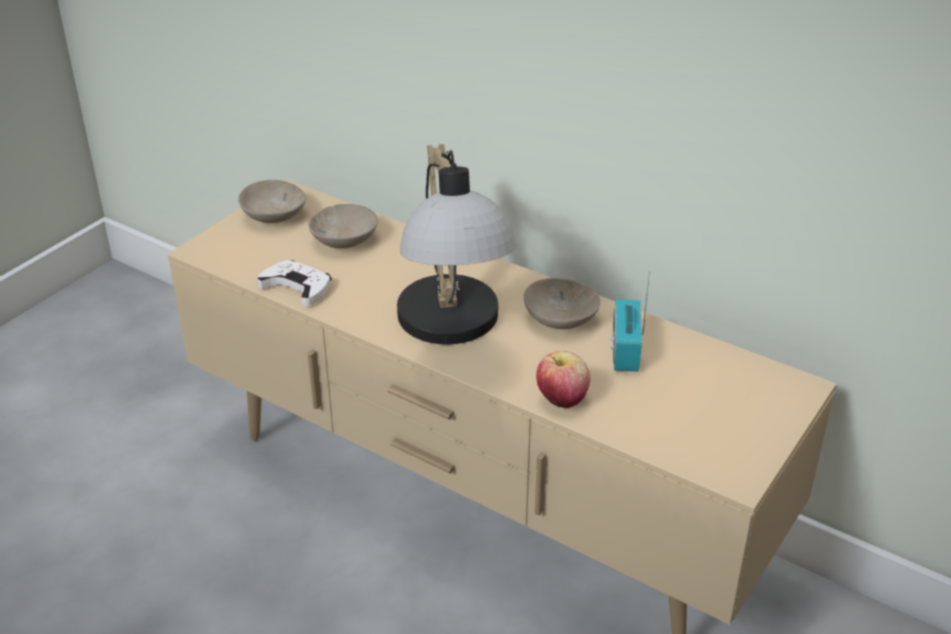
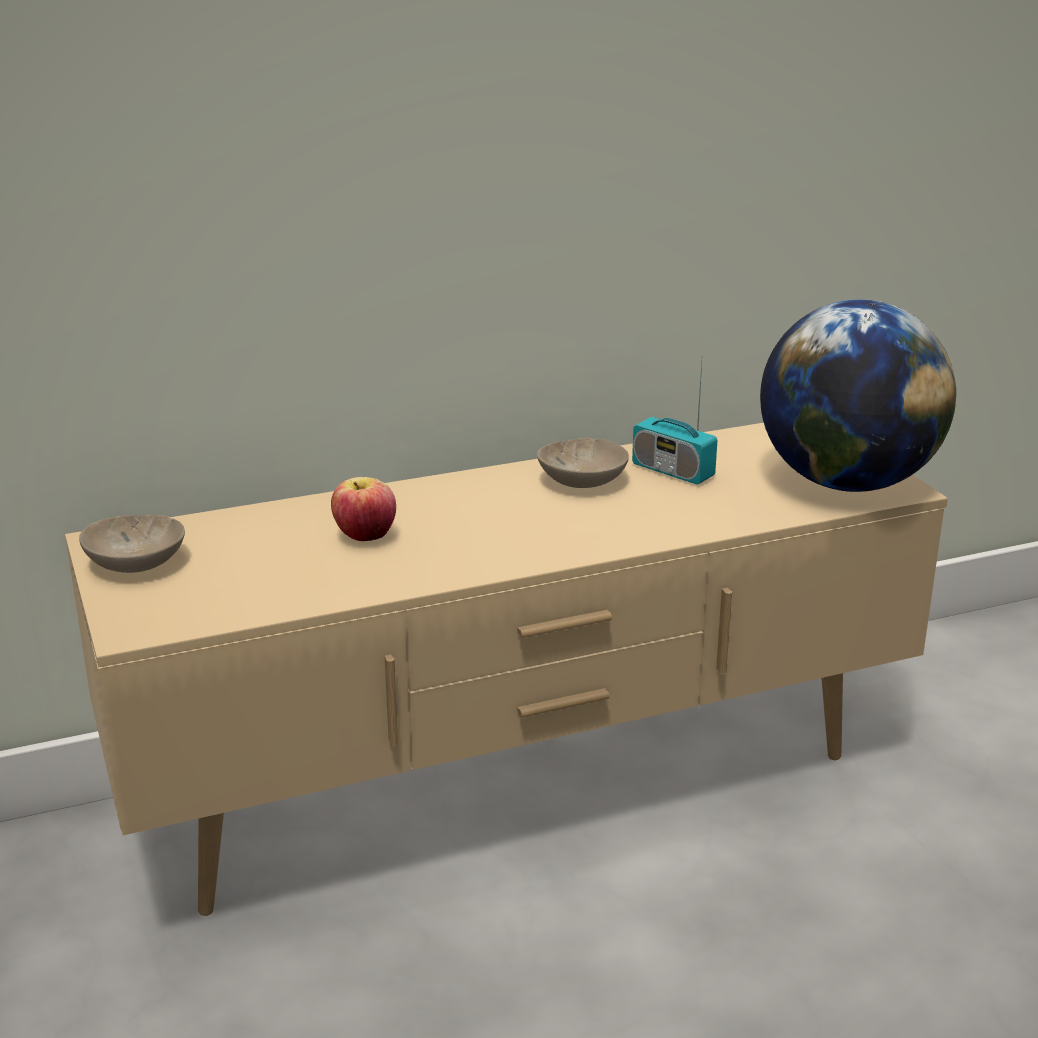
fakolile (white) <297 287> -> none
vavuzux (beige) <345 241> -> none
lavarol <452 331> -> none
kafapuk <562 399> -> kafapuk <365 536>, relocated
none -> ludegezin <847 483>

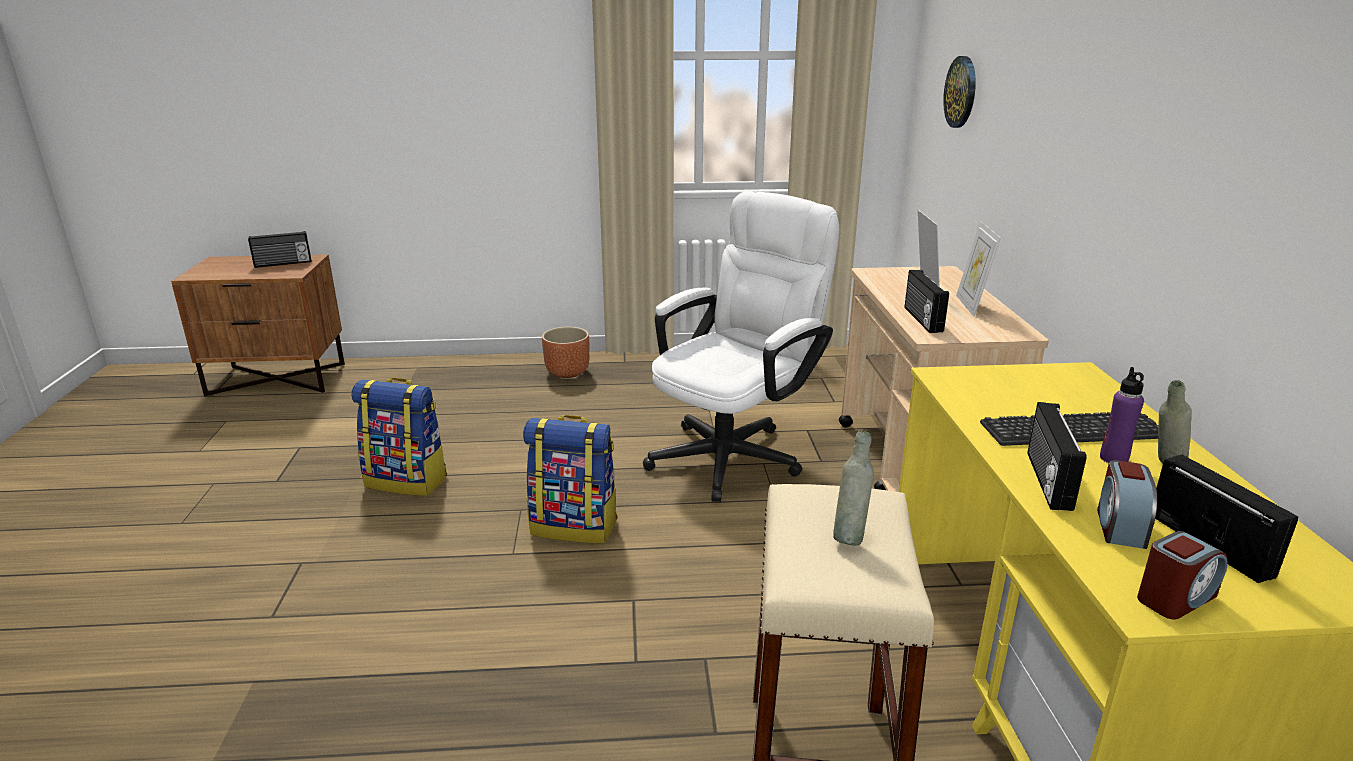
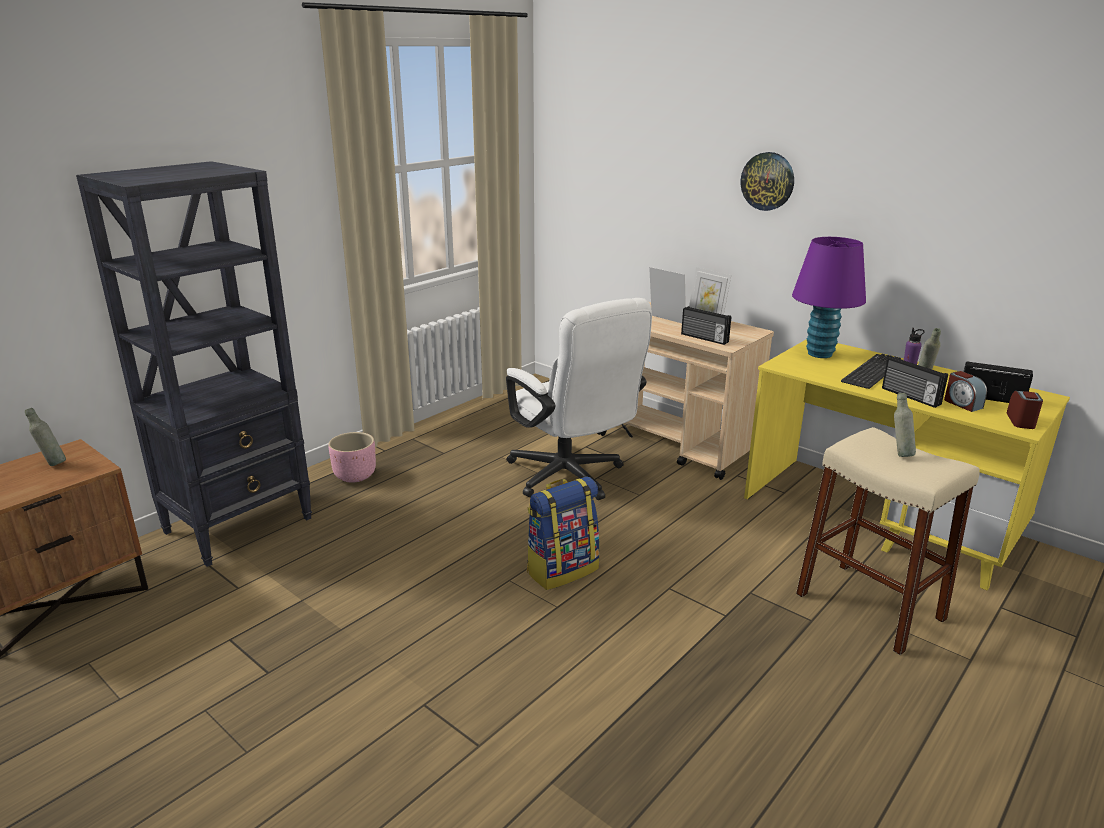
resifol <283 263> -> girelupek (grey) <52 464>
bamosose <407 481> -> none
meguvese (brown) <568 372> -> meguvese (pink) <355 476>
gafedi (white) <735 453> -> gafedi (white) <571 479>, 150 degrees clockwise
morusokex <961 92> -> morusokex <767 181>, relocated
none -> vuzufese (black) <240 525>
none -> lavarol (purple) <820 354>

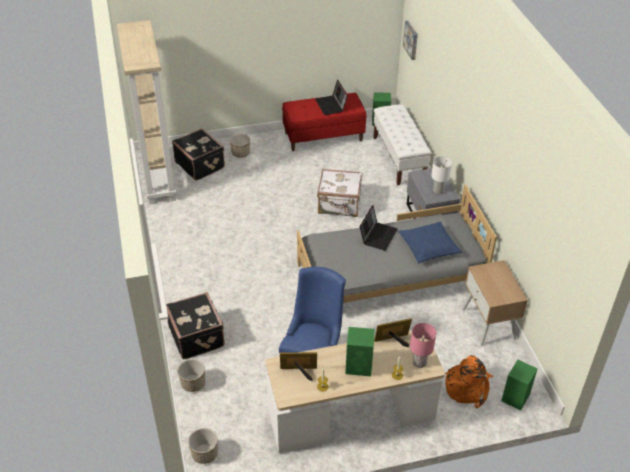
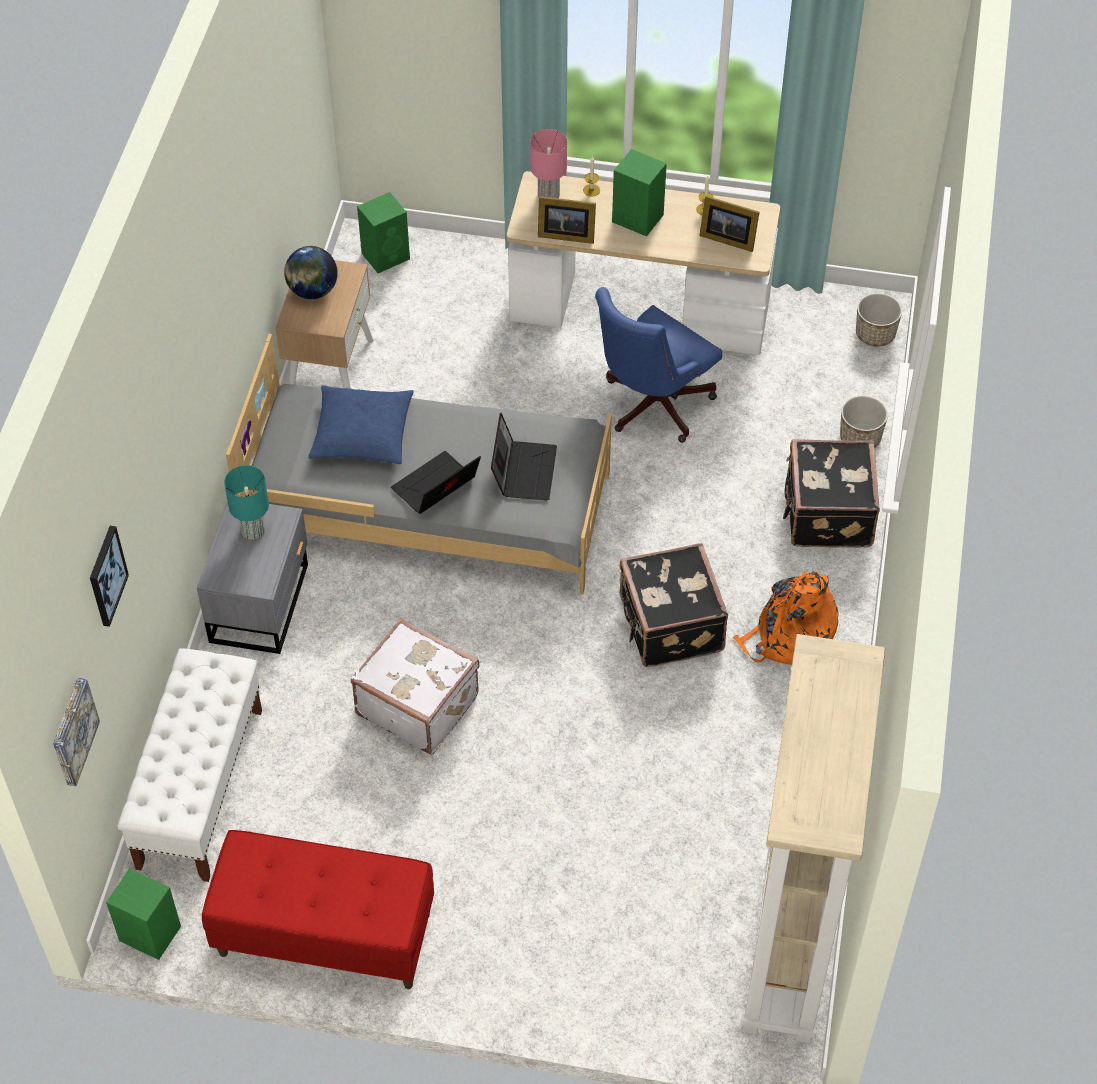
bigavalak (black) <200 165> -> bigavalak (black) <669 625>, relocated
meguvese <241 153> -> none
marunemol <331 105> -> marunemol <523 470>, relocated
lavarol (white) <438 191> -> lavarol (turquoise) <254 530>
bamosose (orange) <467 387> -> bamosose (orange) <789 636>, relocated
none -> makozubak <106 575>
none -> ludegezin <313 291>

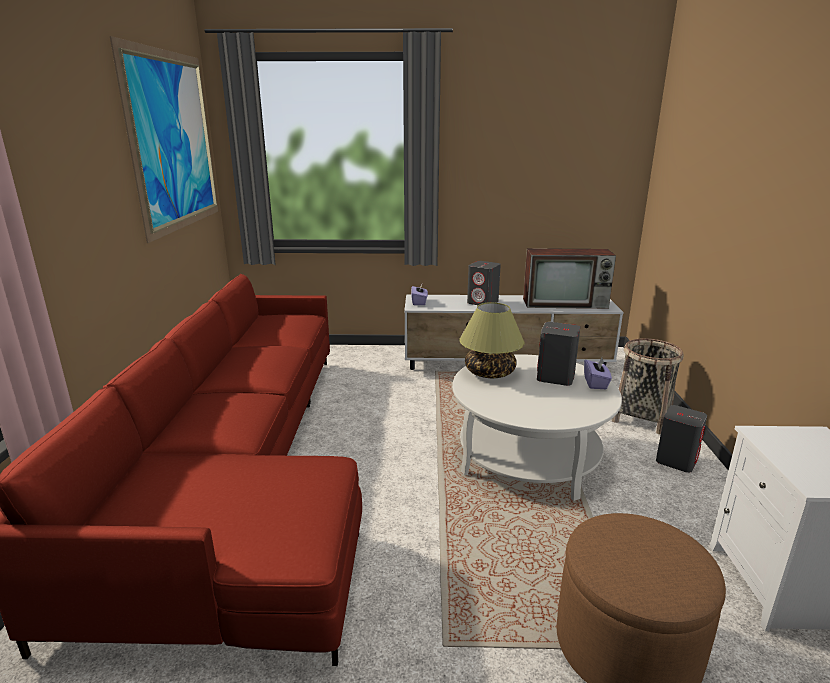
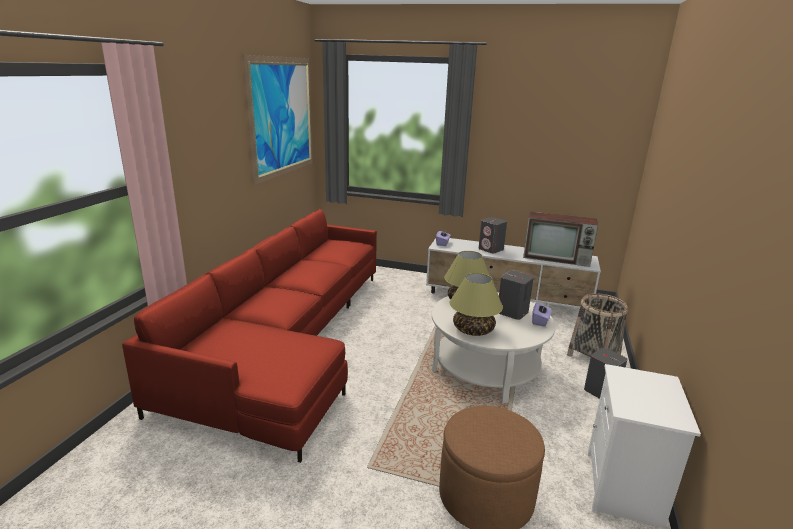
none -> lavarol <473 330>

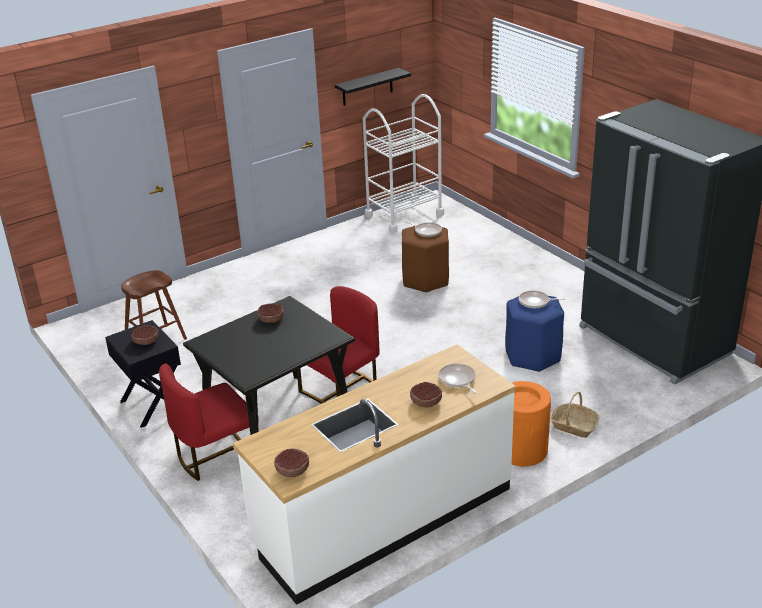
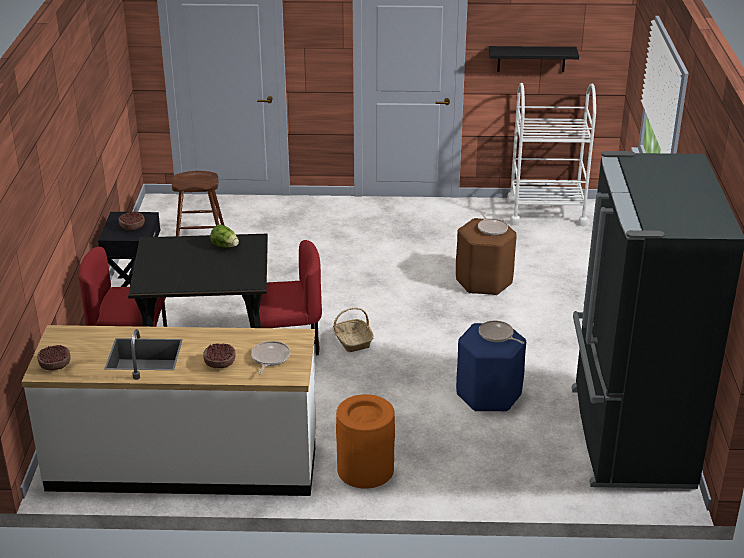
vavuzux <271 319> -> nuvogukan <225 246>
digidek <573 426> -> digidek <352 340>, relocated

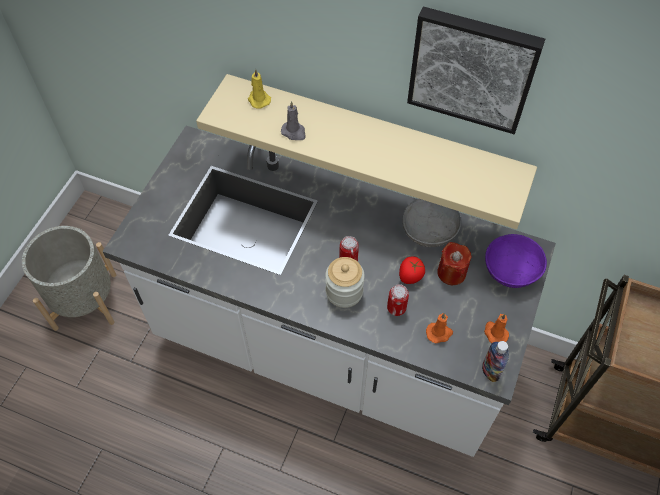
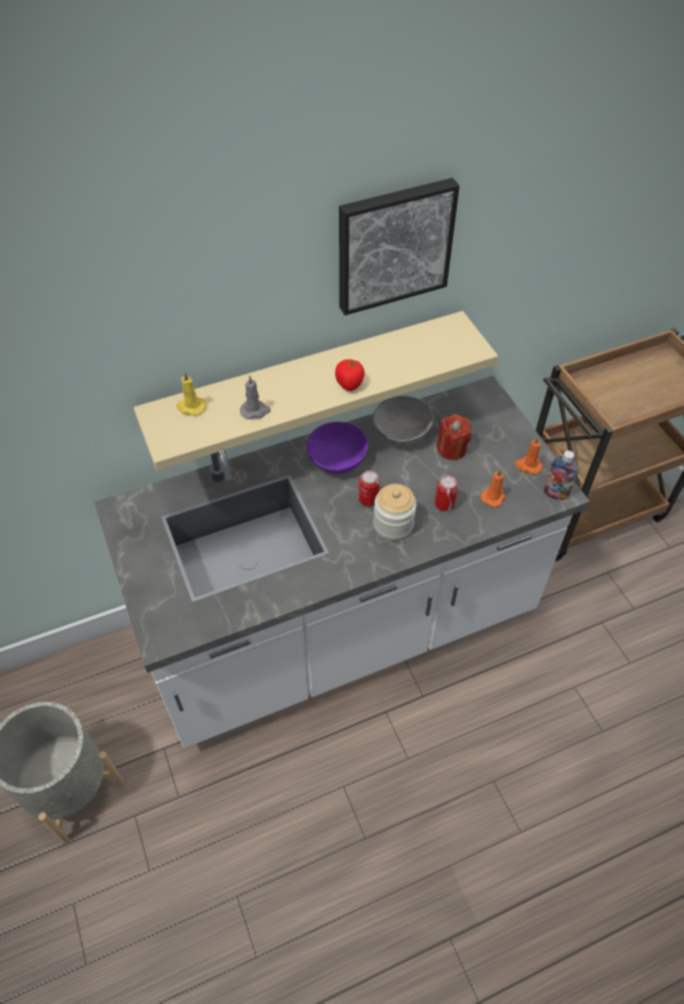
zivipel <410 276> -> zivipel <349 384>, relocated
vavuzux (purple) <512 270> -> vavuzux (purple) <338 458>, relocated

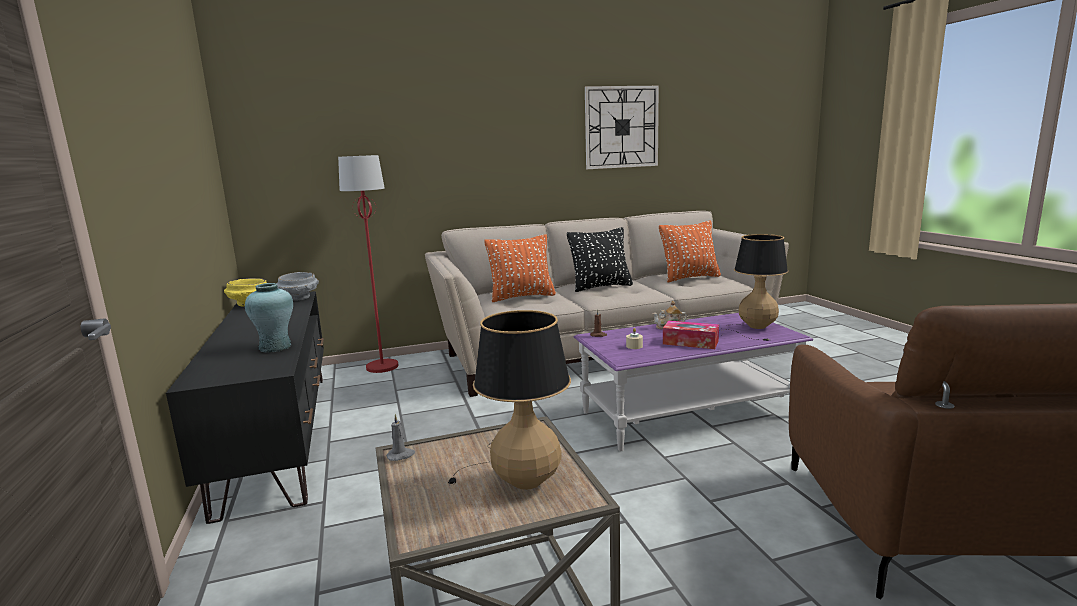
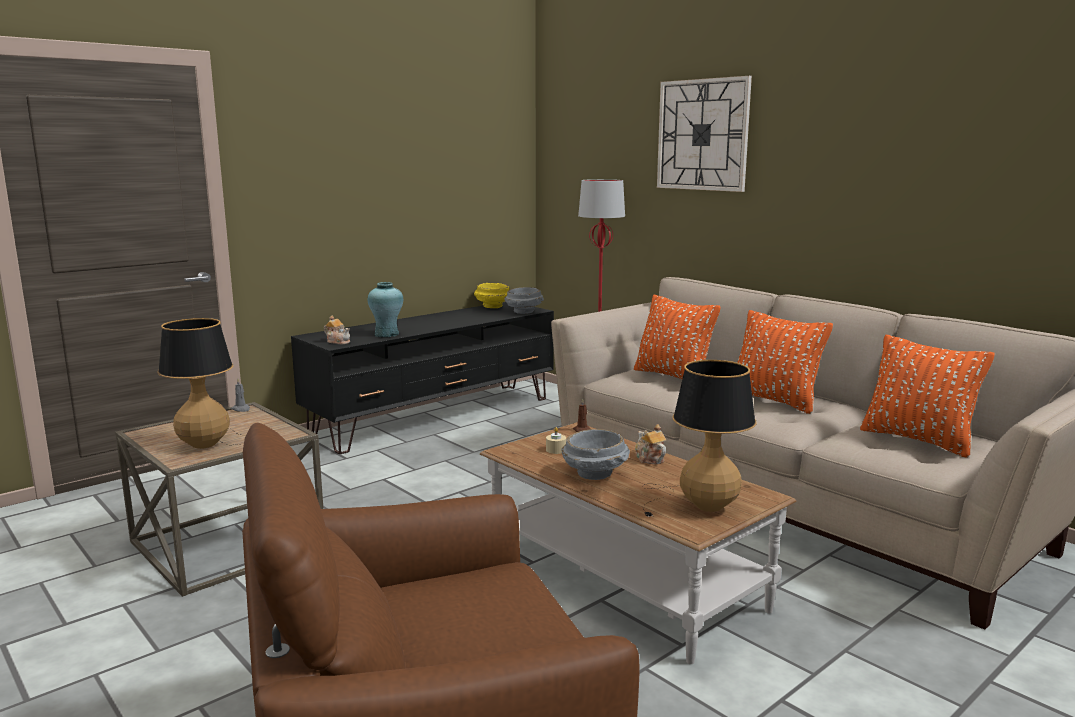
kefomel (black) <600 287> -> kefomel (orange) <774 401>
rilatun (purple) <687 414> -> rilatun (brown) <624 580>
morusokex <621 127> -> morusokex <702 135>, relocated
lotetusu <690 342> -> vavuzux (grey) <595 474>
none -> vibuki <338 341>

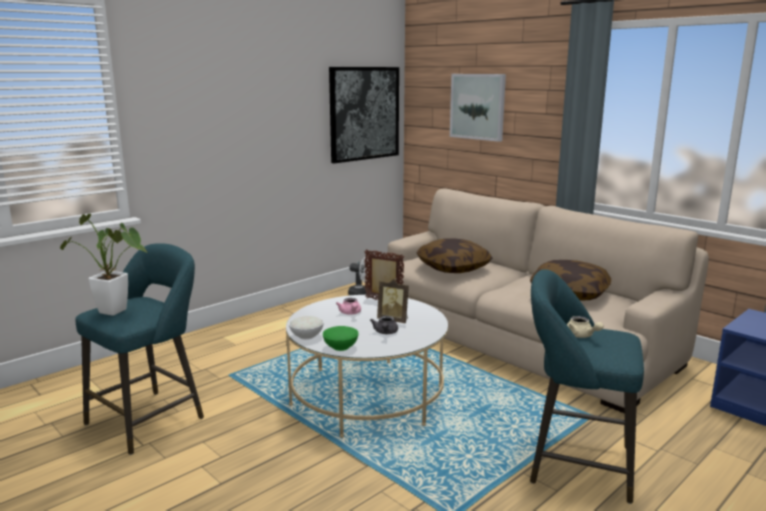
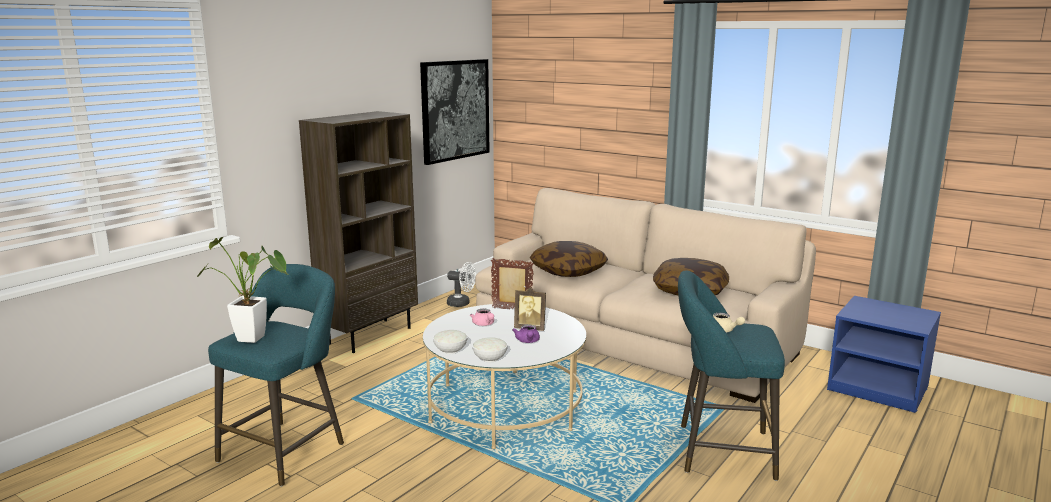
vavuzux (green) <341 347> -> vavuzux (white) <490 359>
vibuki (grey) <385 333> -> vibuki (purple) <527 341>
makozubak <477 106> -> none
none -> vuzufese (brown) <370 335>

